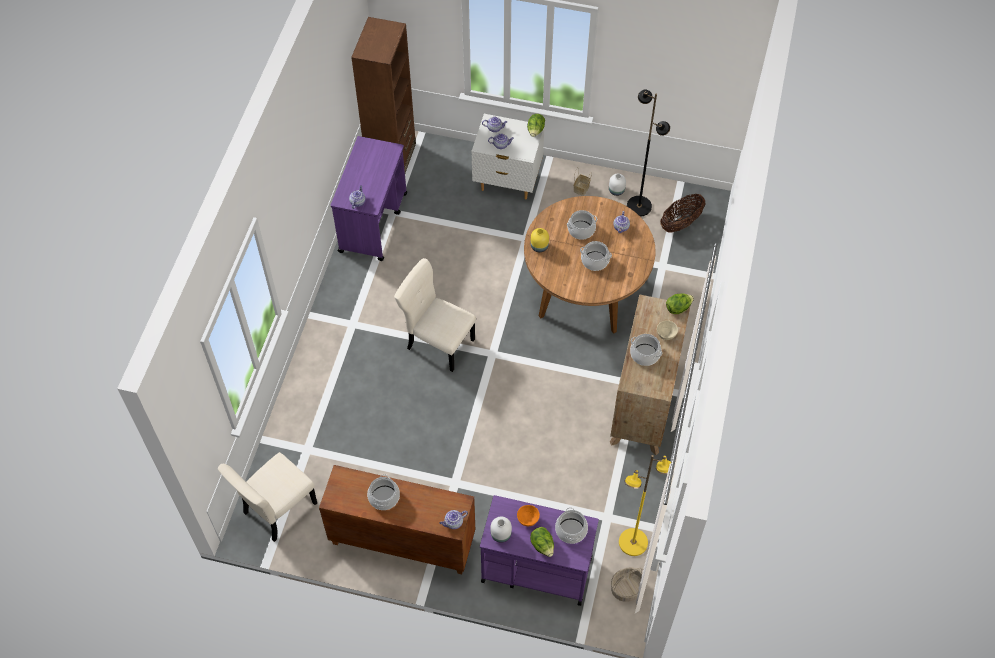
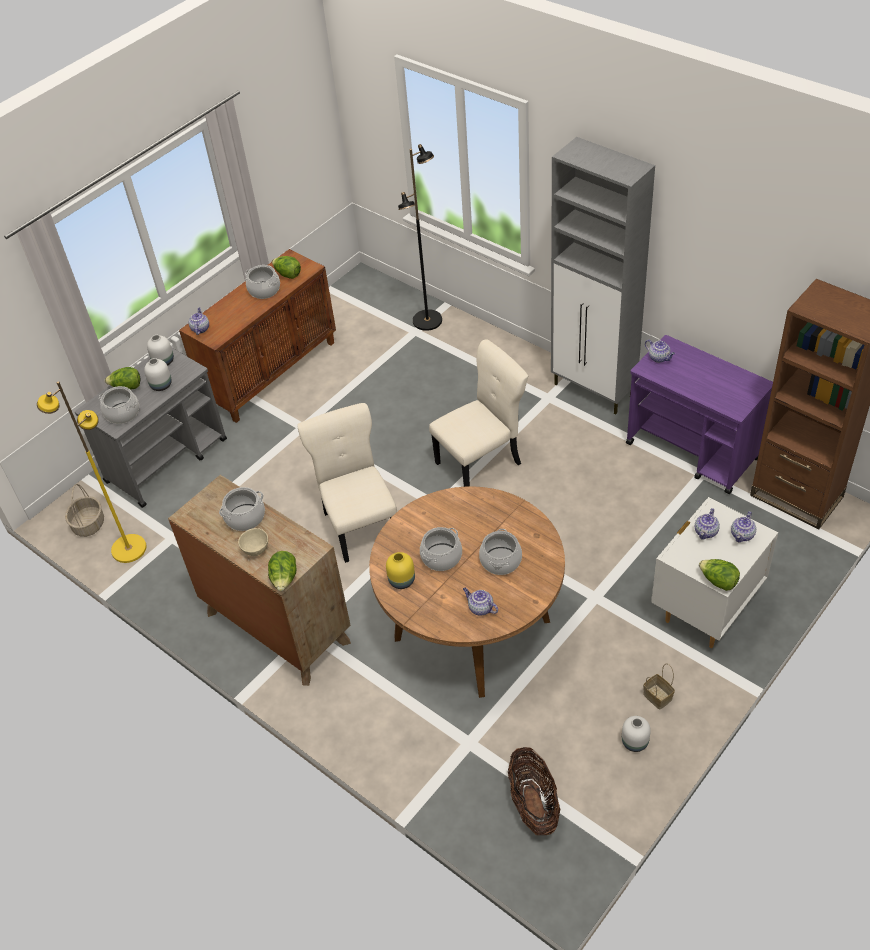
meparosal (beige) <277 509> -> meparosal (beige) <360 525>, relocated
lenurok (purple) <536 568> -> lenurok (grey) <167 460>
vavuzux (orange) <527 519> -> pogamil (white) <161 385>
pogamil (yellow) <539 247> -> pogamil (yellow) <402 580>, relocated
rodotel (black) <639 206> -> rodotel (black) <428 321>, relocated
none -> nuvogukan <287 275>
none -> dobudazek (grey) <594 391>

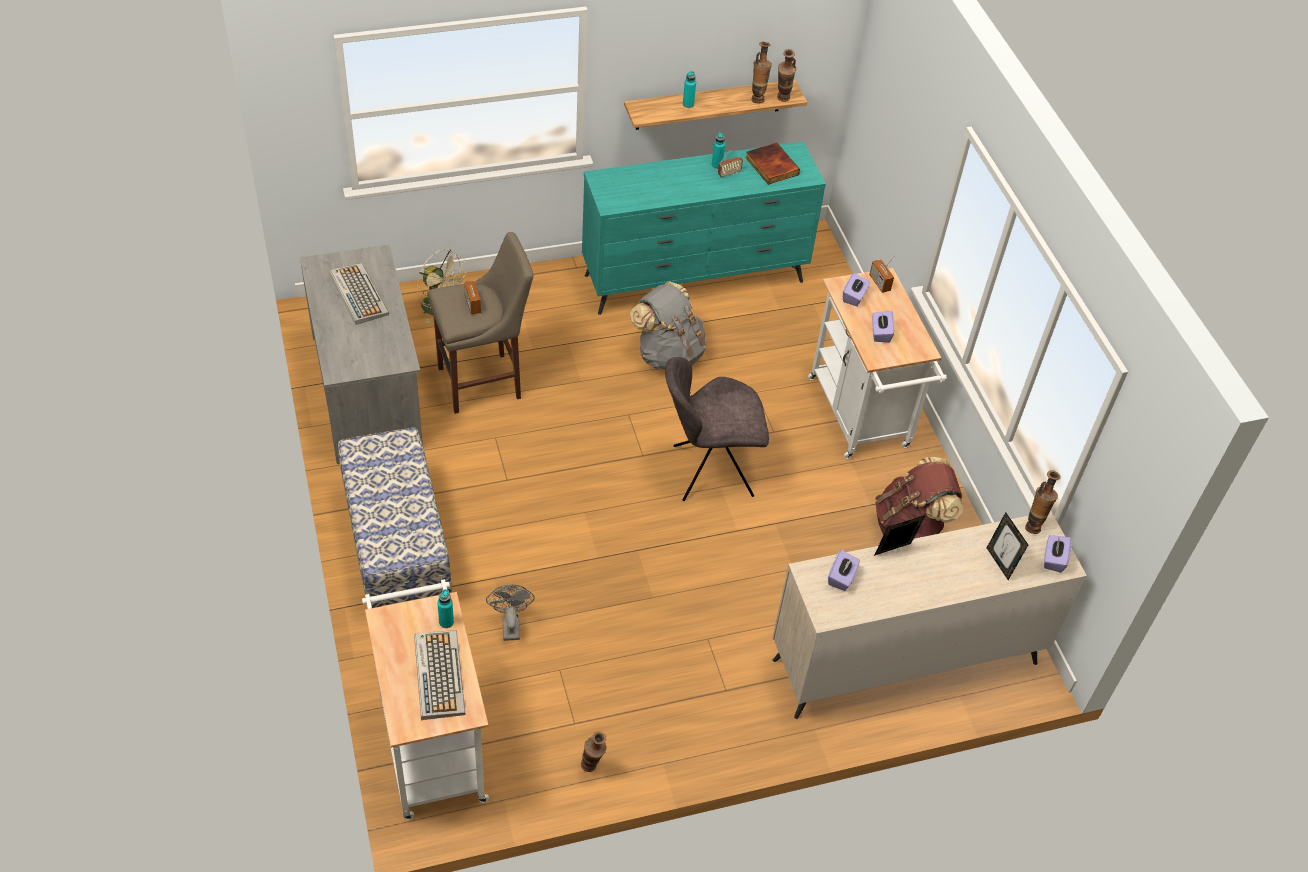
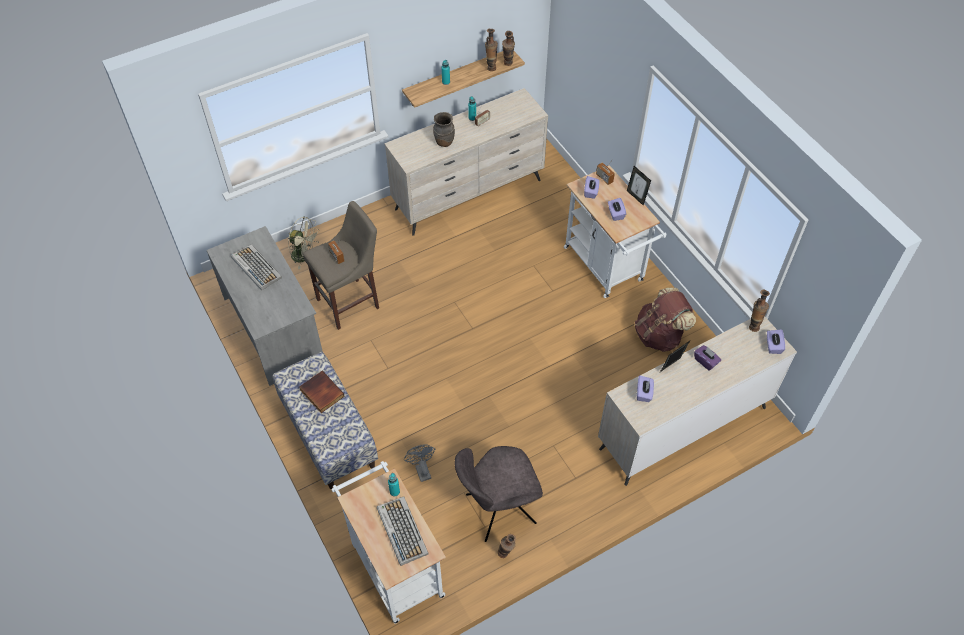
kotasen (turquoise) <695 279> -> kotasen (beige) <469 195>
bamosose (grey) <668 354> -> none
meparosal (grey) <709 471> -> meparosal (grey) <497 510>, relocated
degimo <771 166> -> degimo <321 393>, relocated
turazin <1000 563> -> turazin <636 197>, relocated
none -> pogamil (brown) <444 142>
none -> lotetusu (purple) <705 361>

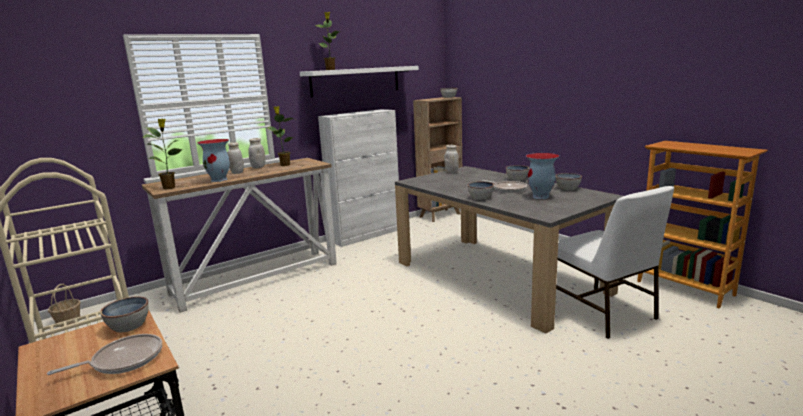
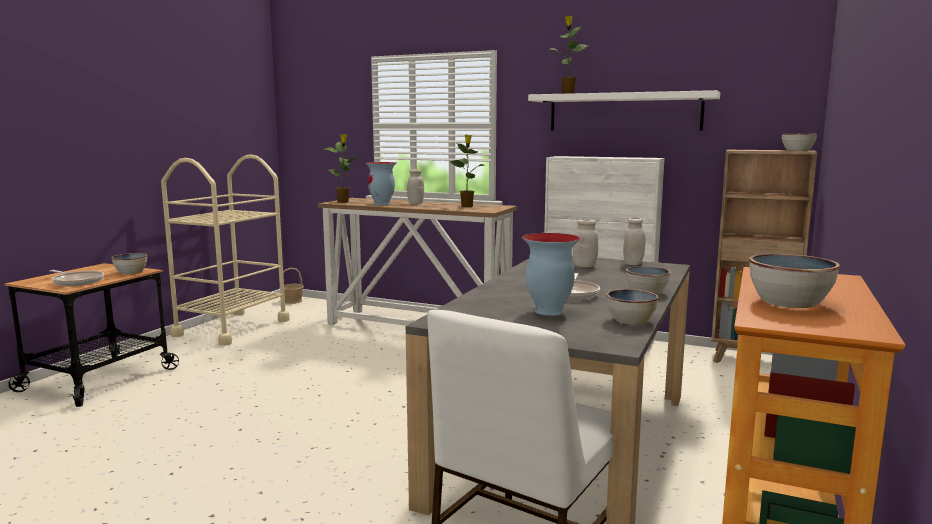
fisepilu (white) <258 167> -> fisepilu (white) <584 266>, relocated
vavuzux <481 197> -> vavuzux <789 302>, relocated

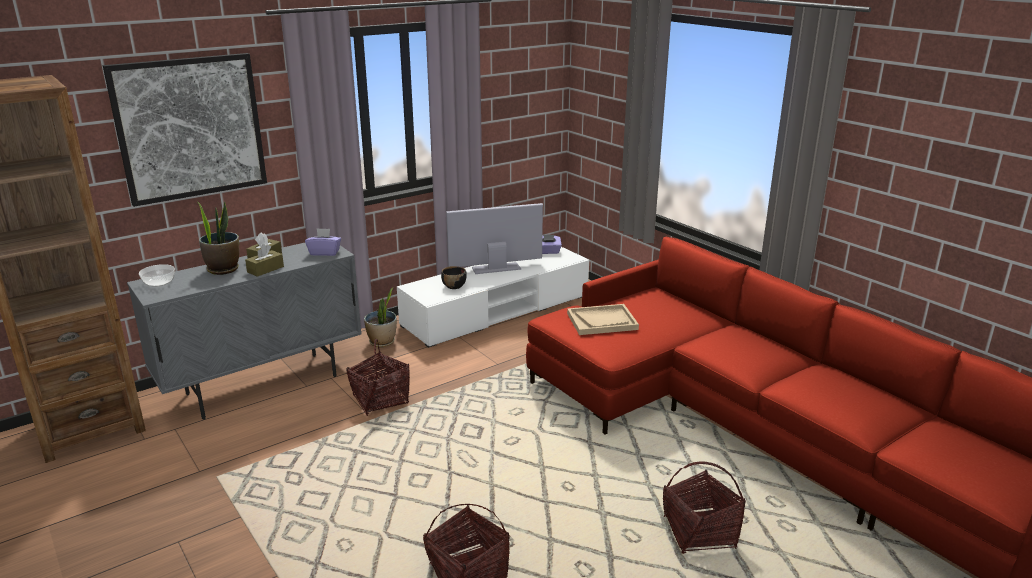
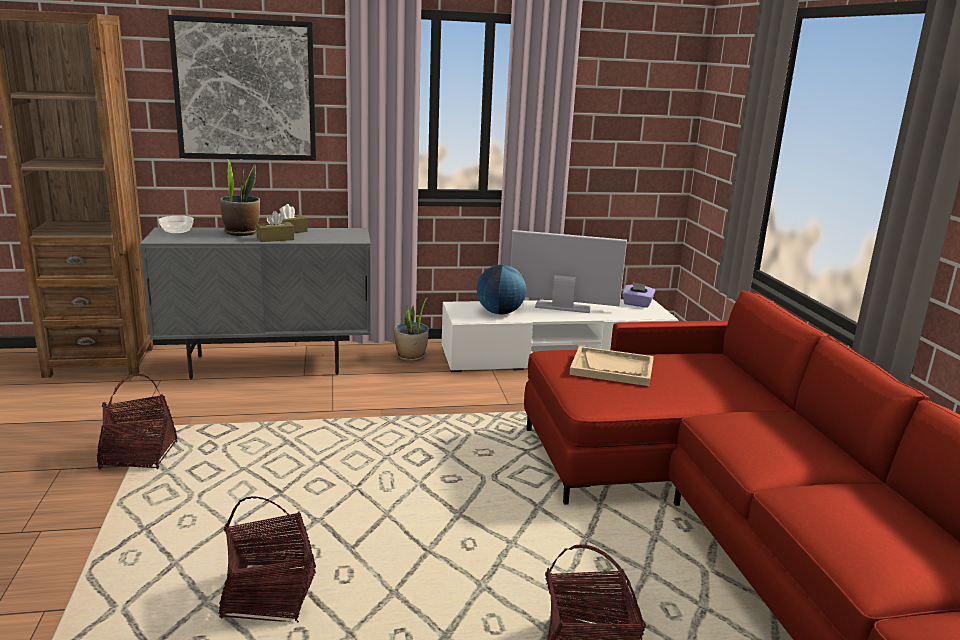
lotetusu (purple) <324 252> -> none
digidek <380 400> -> digidek <139 455>, relocated
vavuzux (black) <454 286> -> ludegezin <500 313>

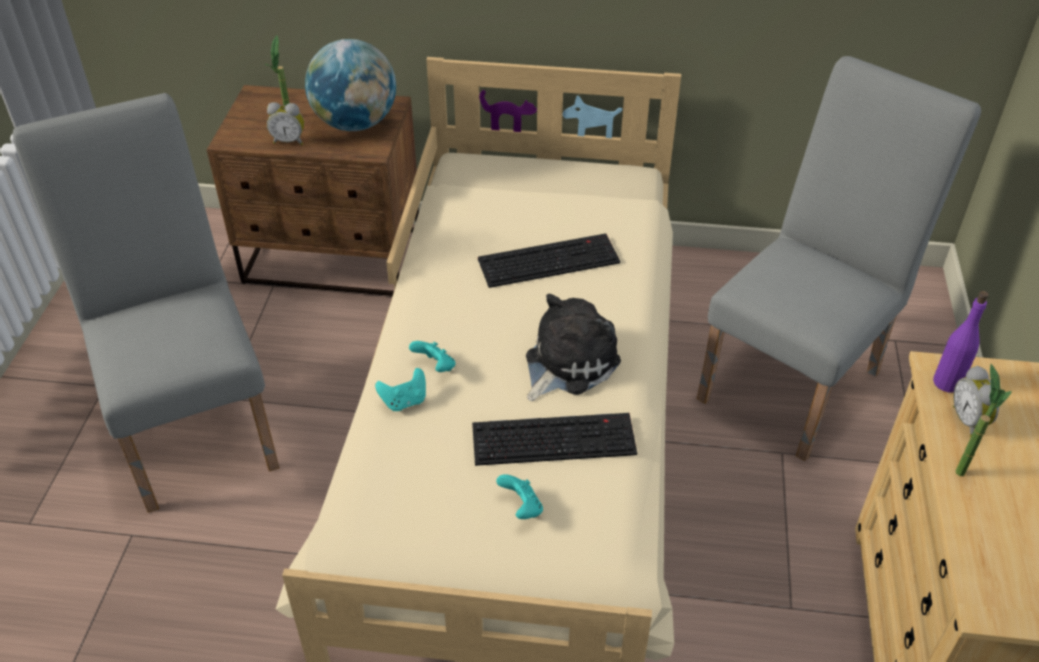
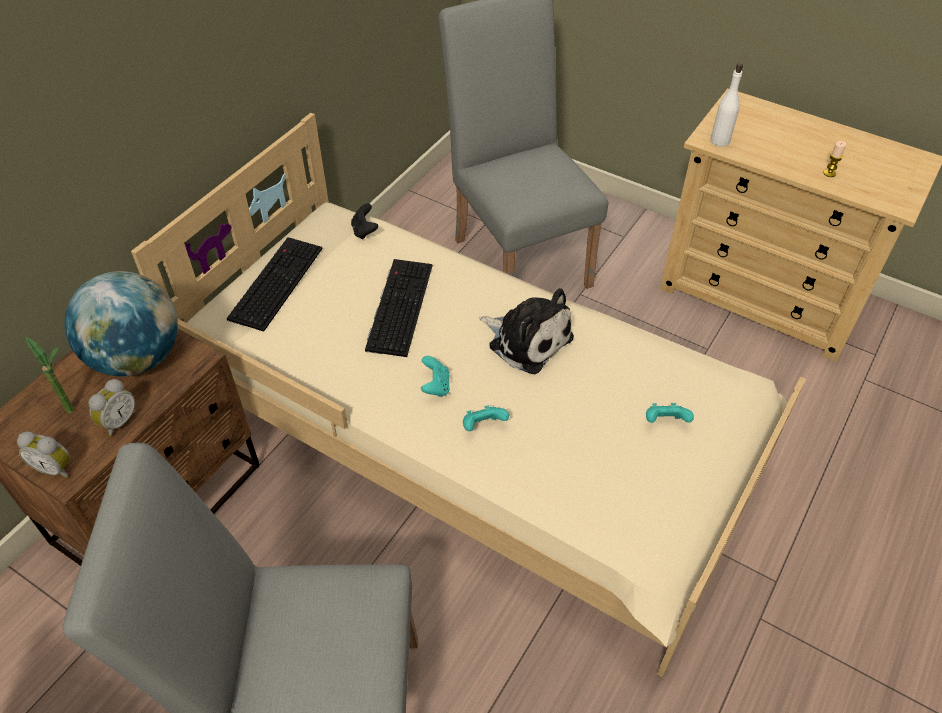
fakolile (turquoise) <404 401> -> fakolile (turquoise) <435 386>, relocated
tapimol <555 438> -> tapimol <275 282>, relocated
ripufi <567 363> -> ripufi <527 339>, 150 degrees clockwise
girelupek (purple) <947 382> -> girelupek (white) <720 140>
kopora <969 421> -> kopora <56 468>, relocated
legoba <960 465> -> none
none -> fakolile (black) <364 231>
none -> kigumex <829 173>

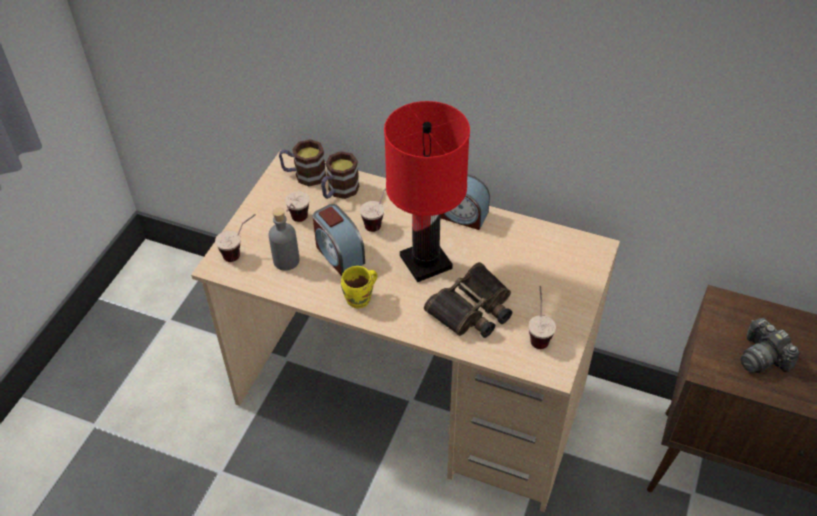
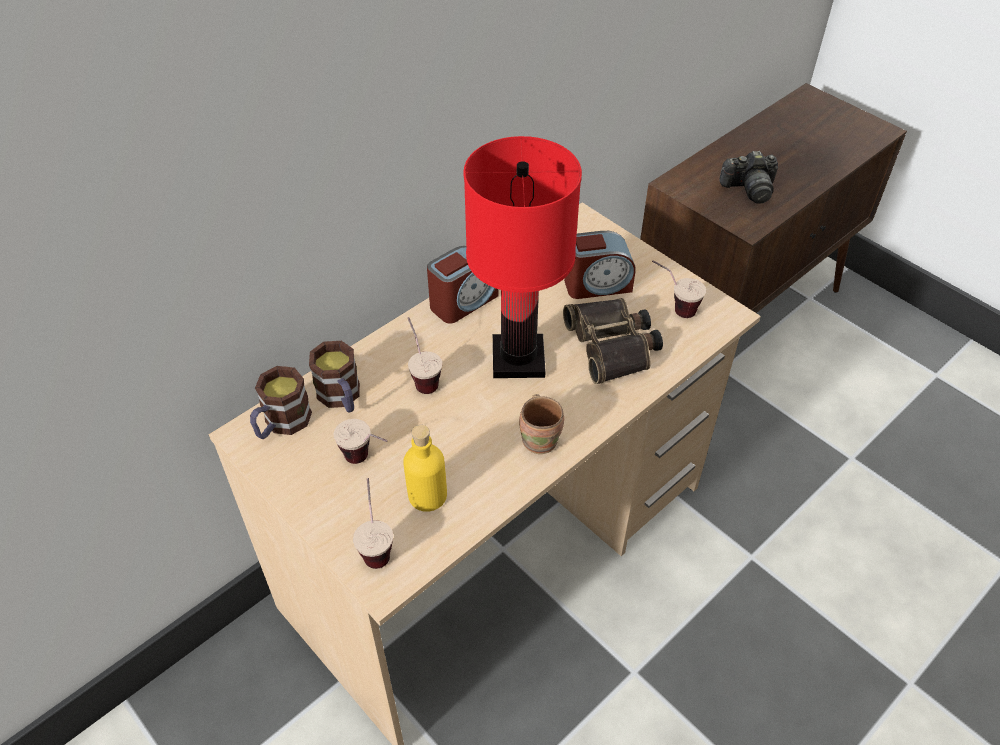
girelupek (grey) <286 260> -> girelupek (yellow) <427 495>
kopora <338 254> -> kopora <597 284>, relocated
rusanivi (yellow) <361 299> -> rusanivi (brown) <541 439>

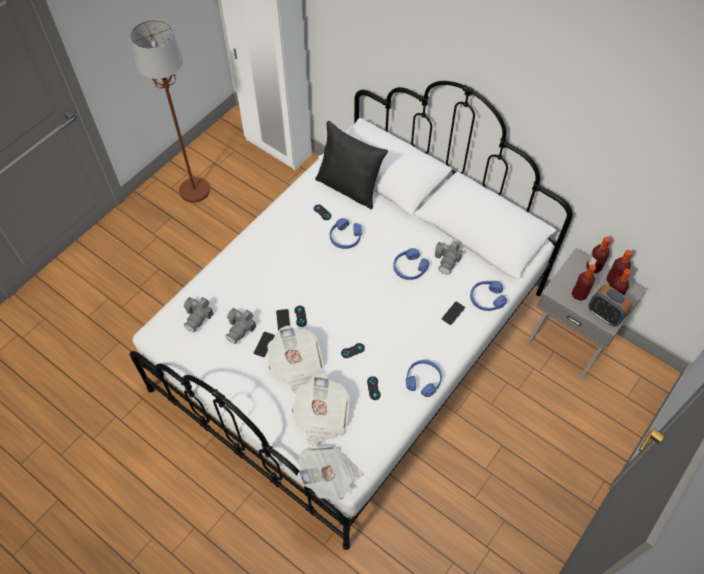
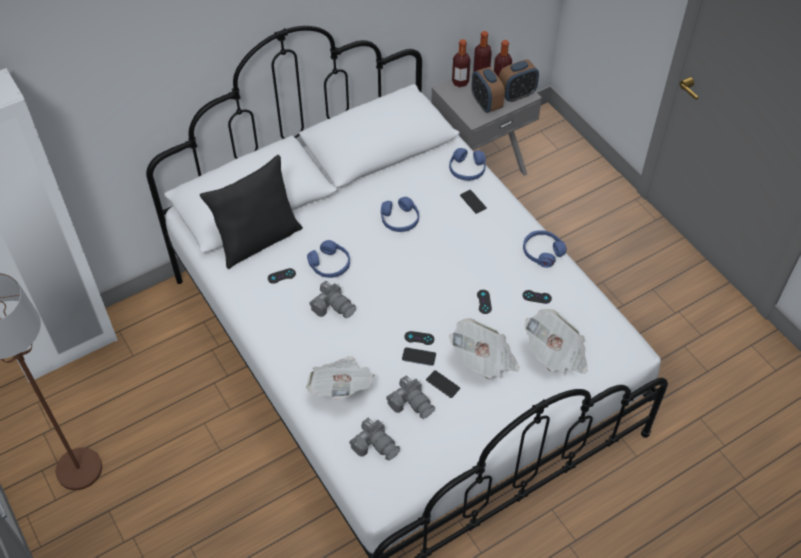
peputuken <330 477> -> peputuken <341 387>, relocated
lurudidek <447 260> -> lurudidek <333 306>, relocated
girelupek <579 294> -> kopora <486 104>

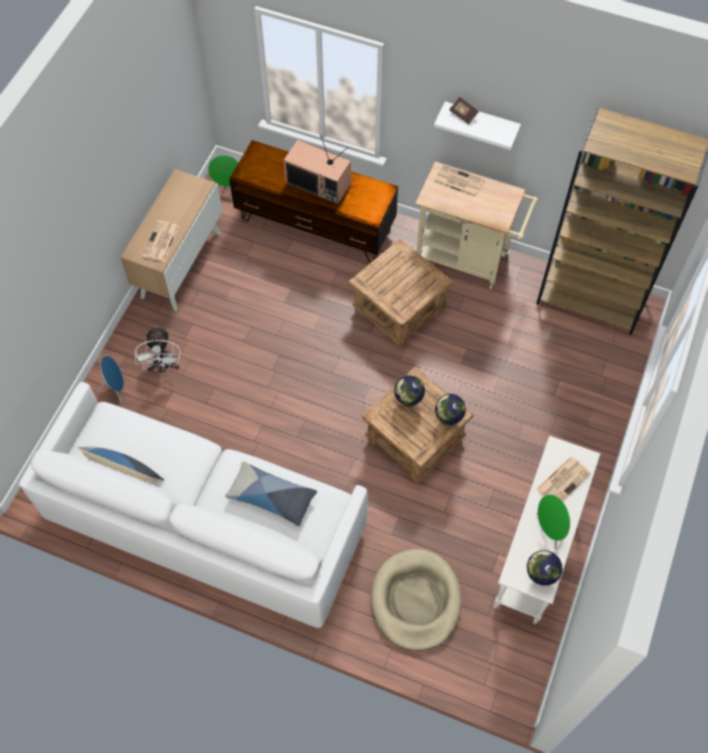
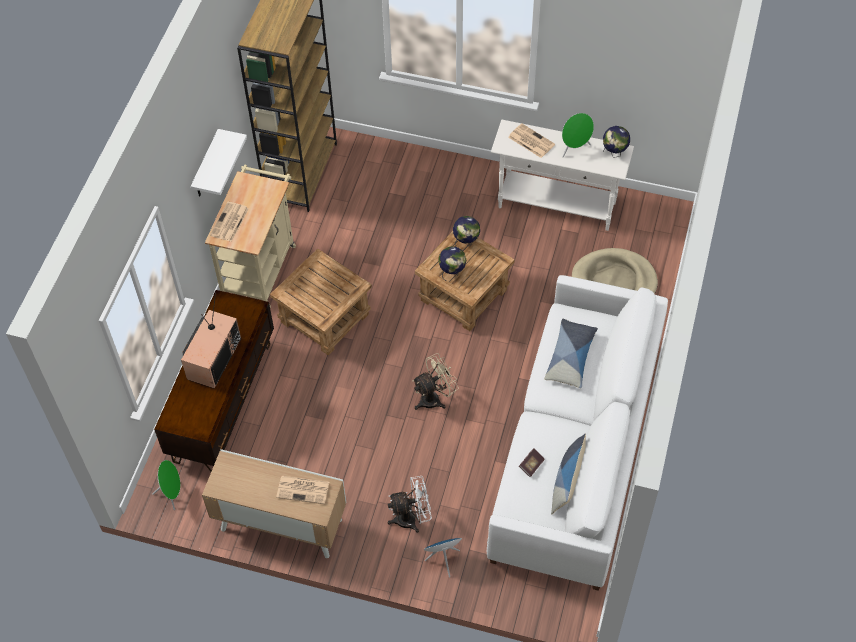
degimo <463 114> -> degimo <531 465>, relocated
none -> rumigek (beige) <434 398>

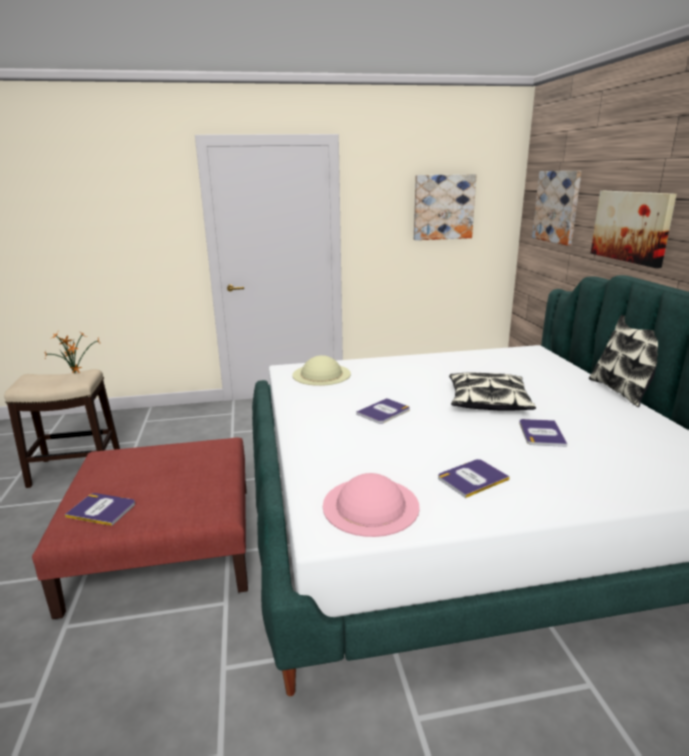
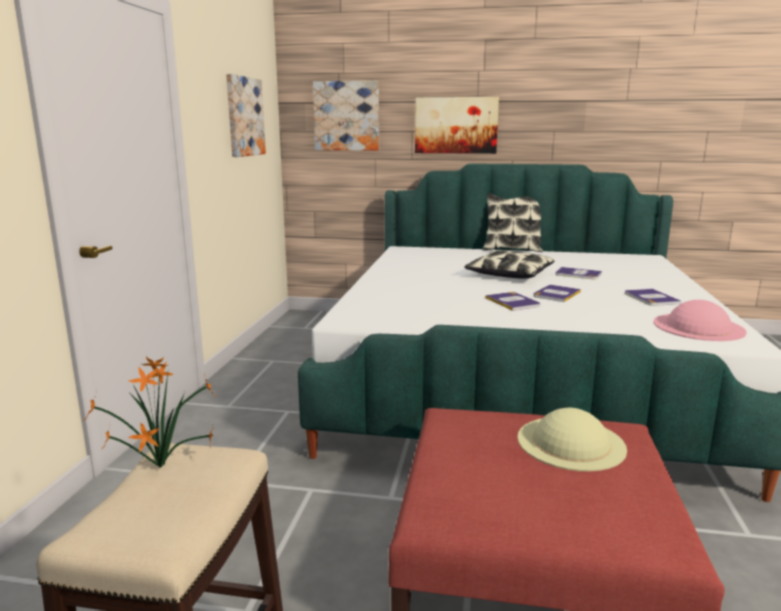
degimo <102 510> -> degimo <556 294>, relocated
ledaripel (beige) <321 374> -> ledaripel (beige) <571 442>, relocated

